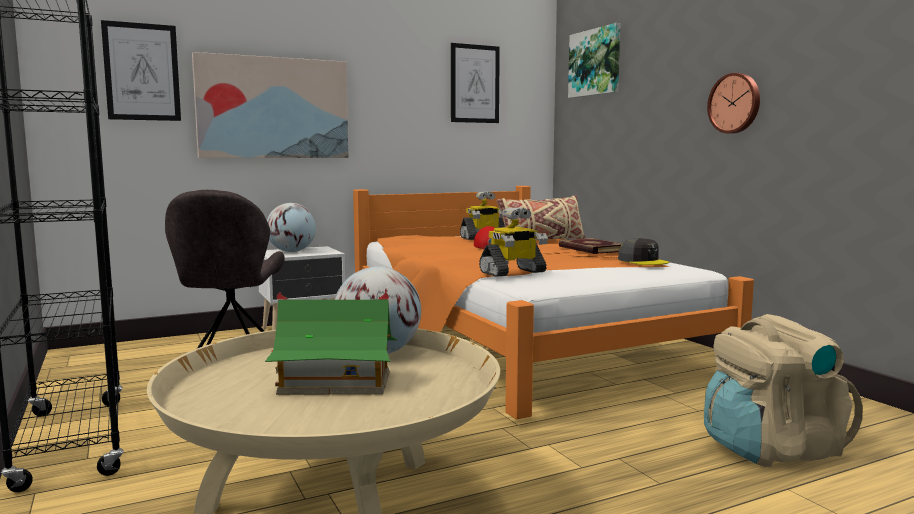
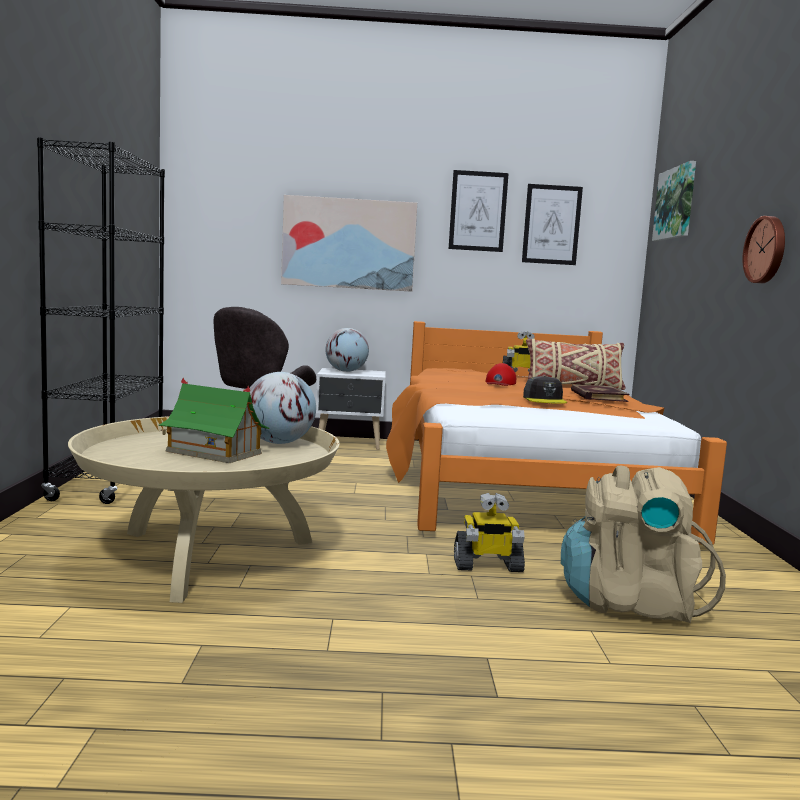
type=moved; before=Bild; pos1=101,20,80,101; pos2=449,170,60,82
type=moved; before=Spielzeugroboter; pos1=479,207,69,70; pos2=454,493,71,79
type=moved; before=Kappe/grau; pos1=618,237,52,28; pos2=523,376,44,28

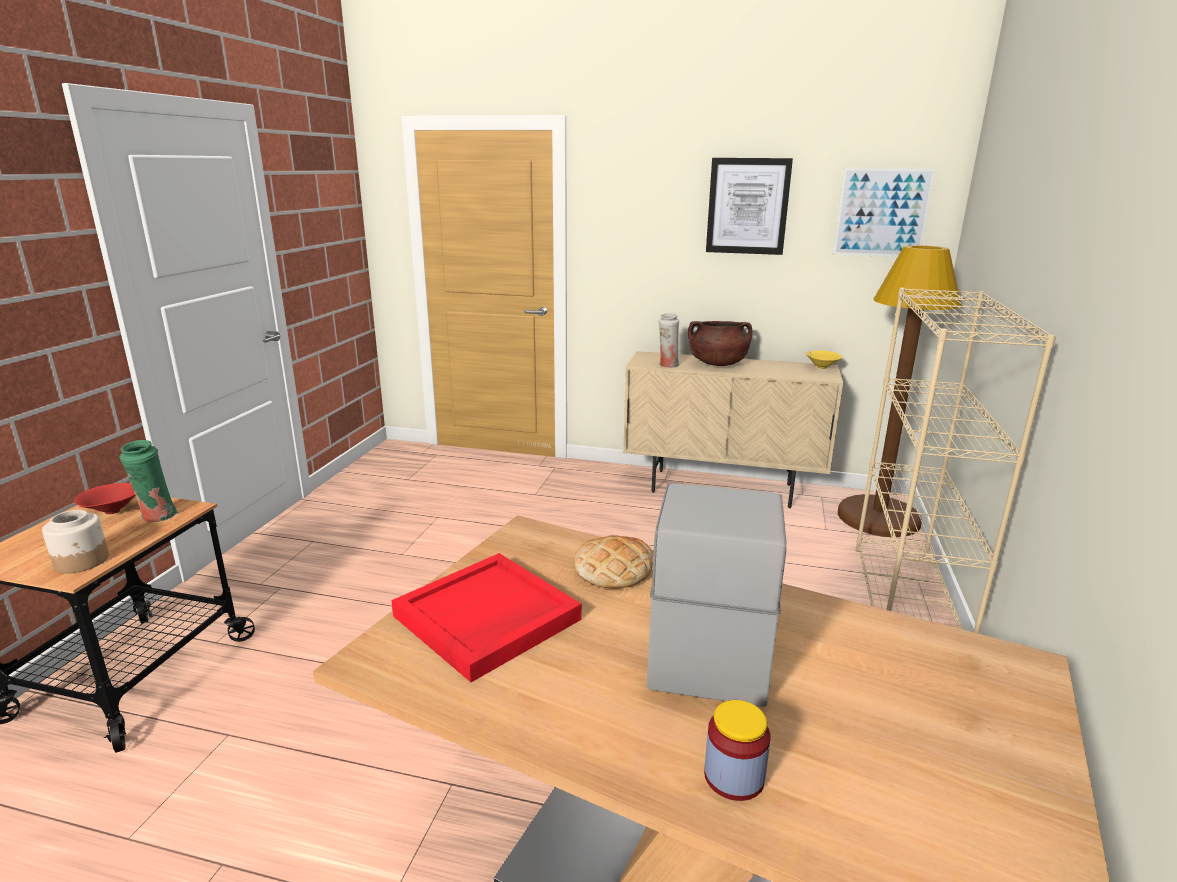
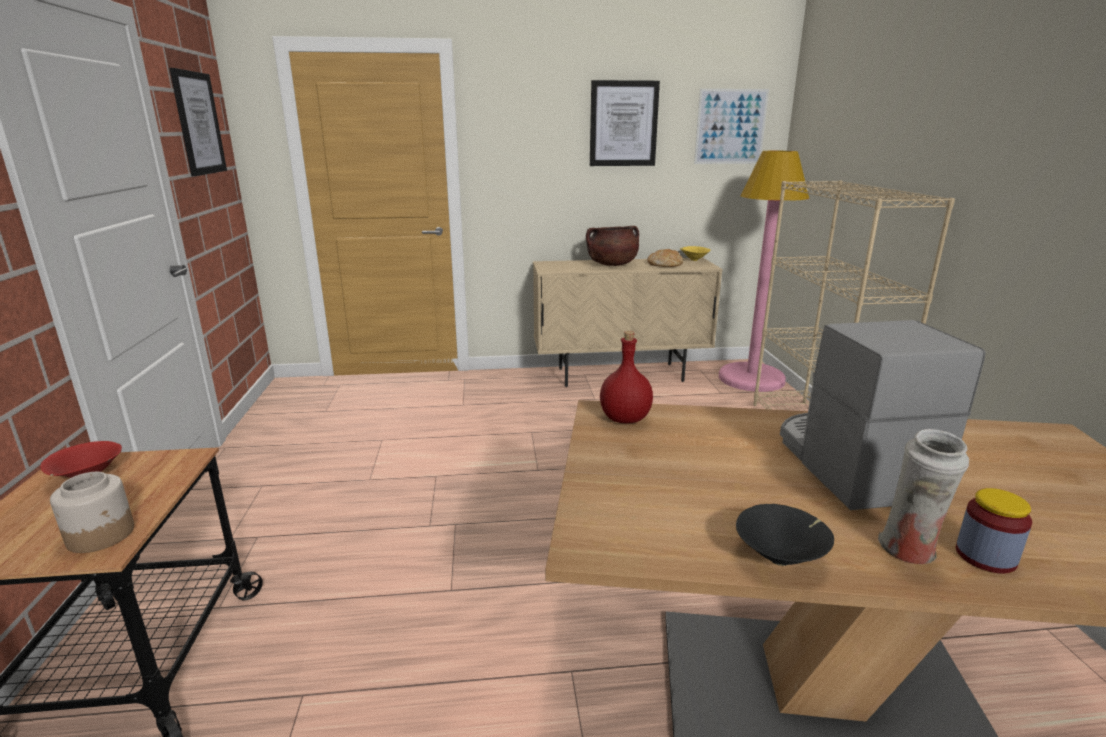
type=removed; before=Vase/grün; pos1=120,440,58,82
type=removed; before=Tablett/rot; pos1=391,553,191,129
type=added; after=Bild; pos2=169,68,58,108
type=added; after=Flasche/rot; pos2=600,331,53,92
type=added; after=Schüssel/schwarz; pos2=736,504,98,62
type=moved; before=Brot; pos1=573,535,80,54; pos2=647,249,36,18
type=moved; before=Vase/weiß; pos1=659,313,21,55; pos2=878,429,91,135
type=recoloured; before=Stehlampe/braun; after=Stehlampe/rosa; pos1=838,245,123,292; pos2=719,151,90,241

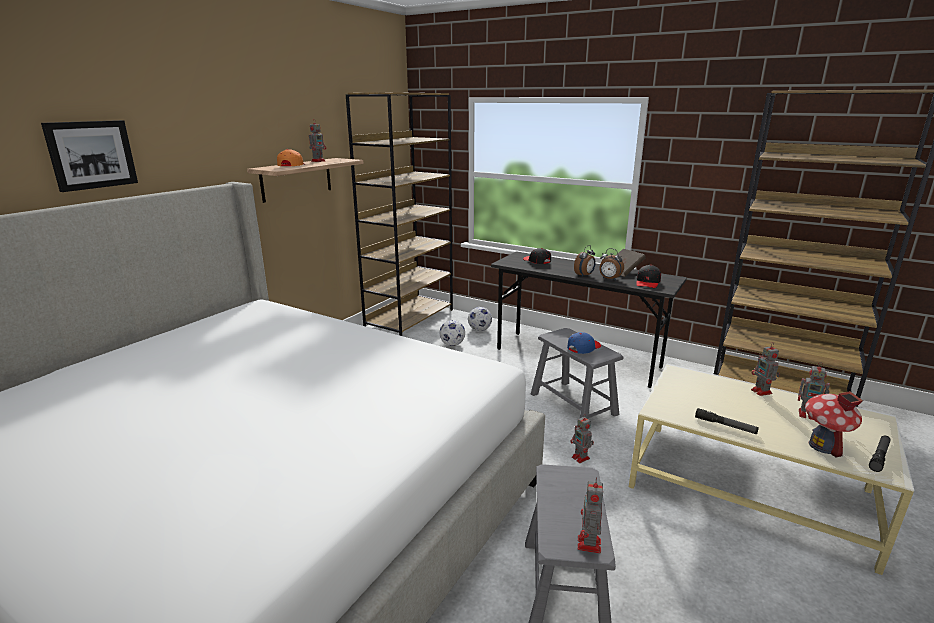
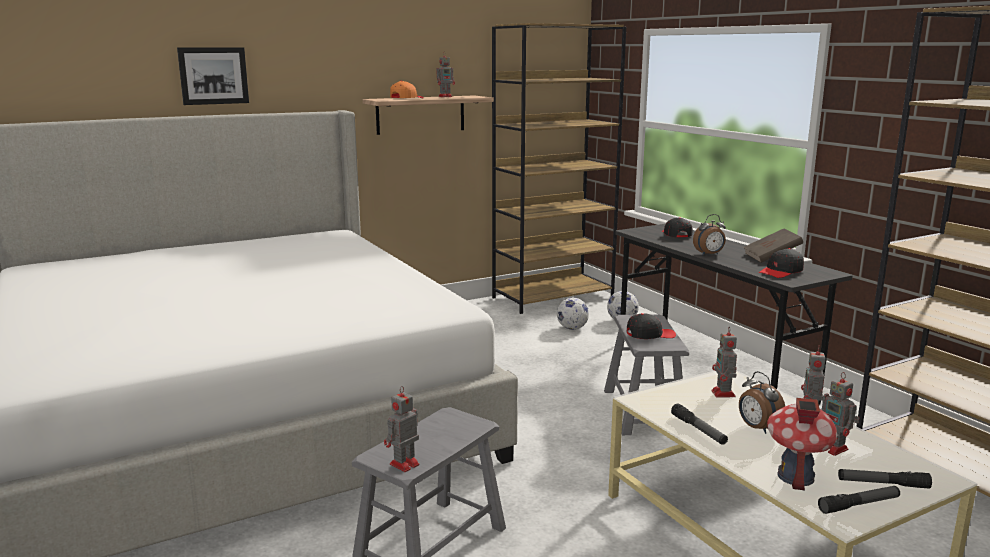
type=added; after=Taschenlampe; pos2=838,469,94,20
type=moved; before=Spielzeugroboter; pos1=570,414,24,49; pos2=711,326,26,72
type=moved; before=Wecker; pos1=599,248,25,33; pos2=739,371,46,63
type=recoloured; before=Kappe/blau; after=Kappe/schwarz; pos1=567,332,34,22; pos2=626,313,50,26

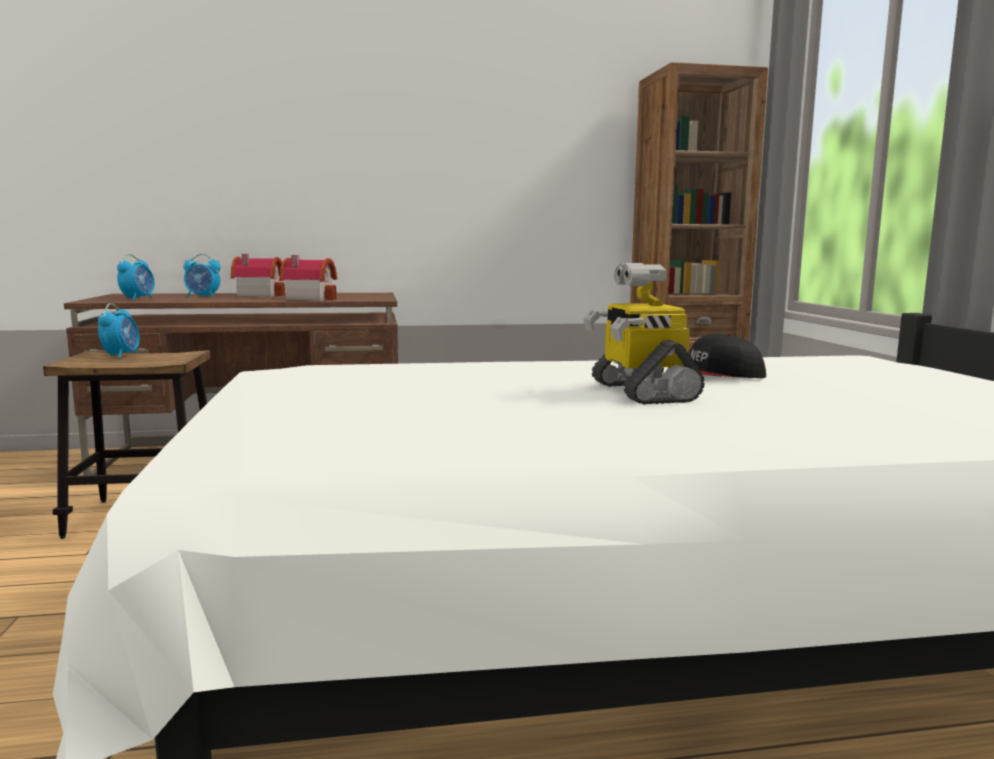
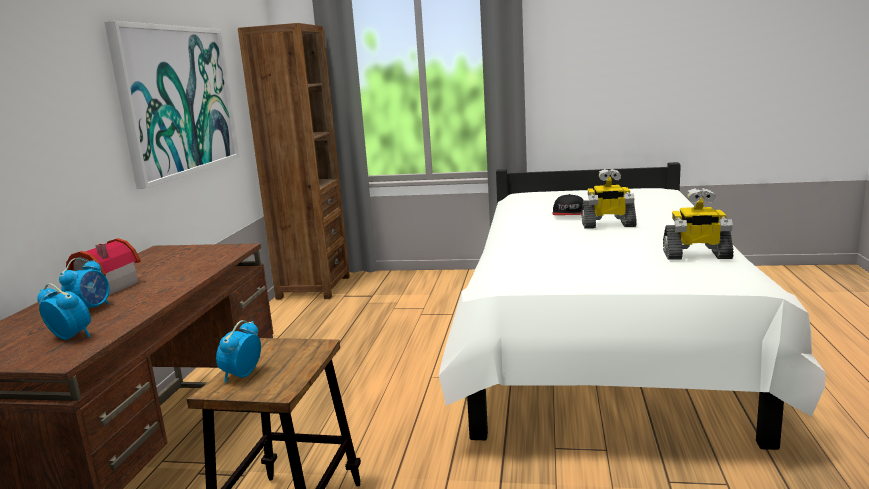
type=removed; before=Spielzeughaus; pos1=279,255,58,46
type=added; after=Bild; pos2=104,21,135,168
type=added; after=Spielzeugroboter; pos2=663,188,71,72
type=turned; before=Wecker; pos1=98,303,42,56; pos2=216,320,45,63; turn=-90

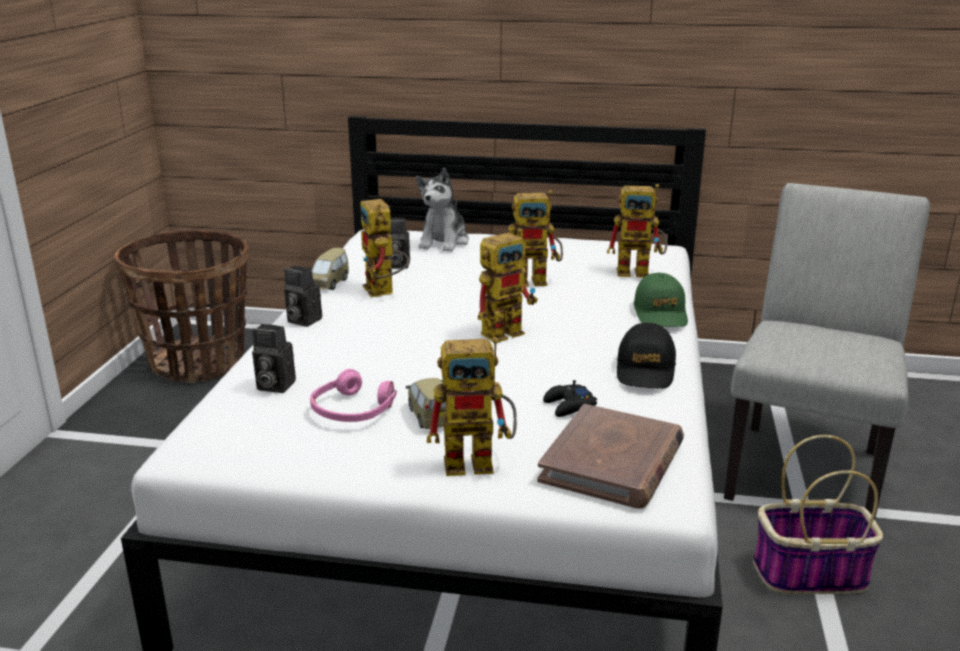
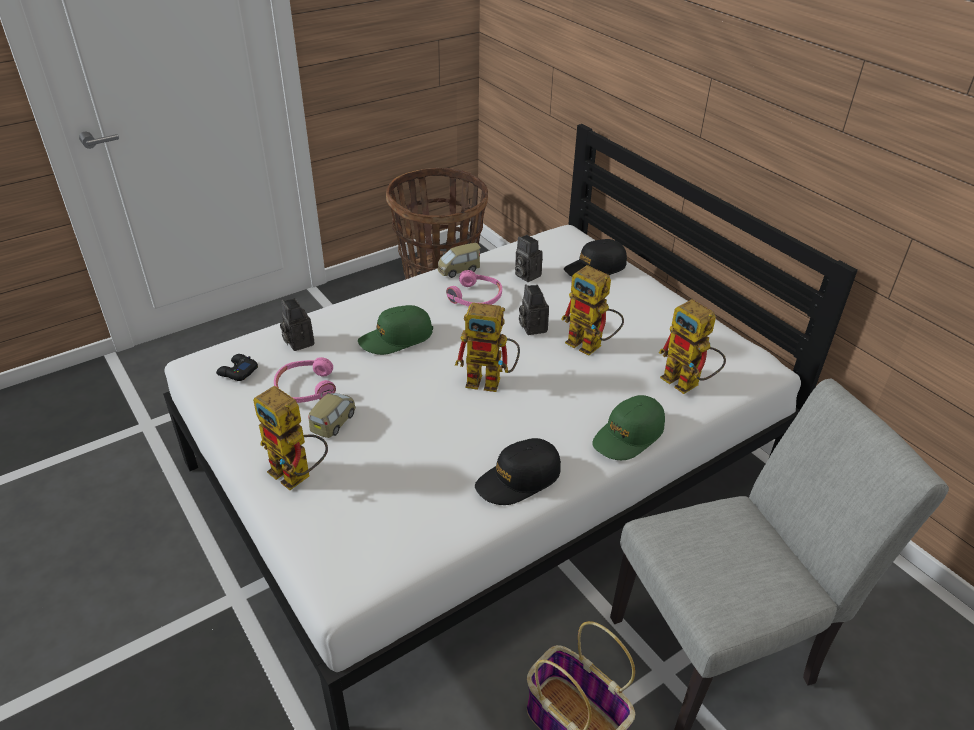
type=removed; before=Buch/braun; pos1=537,404,147,105
type=added; after=Kappe/grün; pos2=358,305,75,50
type=moved; before=Kamera; pos1=284,266,38,61; pos2=519,284,30,51
type=moved; before=Gamepad/schwarz; pos1=543,380,54,37; pos2=216,354,42,27
type=replaced; before=Spielzeugroboter; after=Kopfhörer/rosa; pos1=360,199,49,98; pos2=446,270,56,36
type=replaced; before=Plüschtier; after=Kappe/schwarz; pos1=416,168,53,84; pos2=564,239,63,38

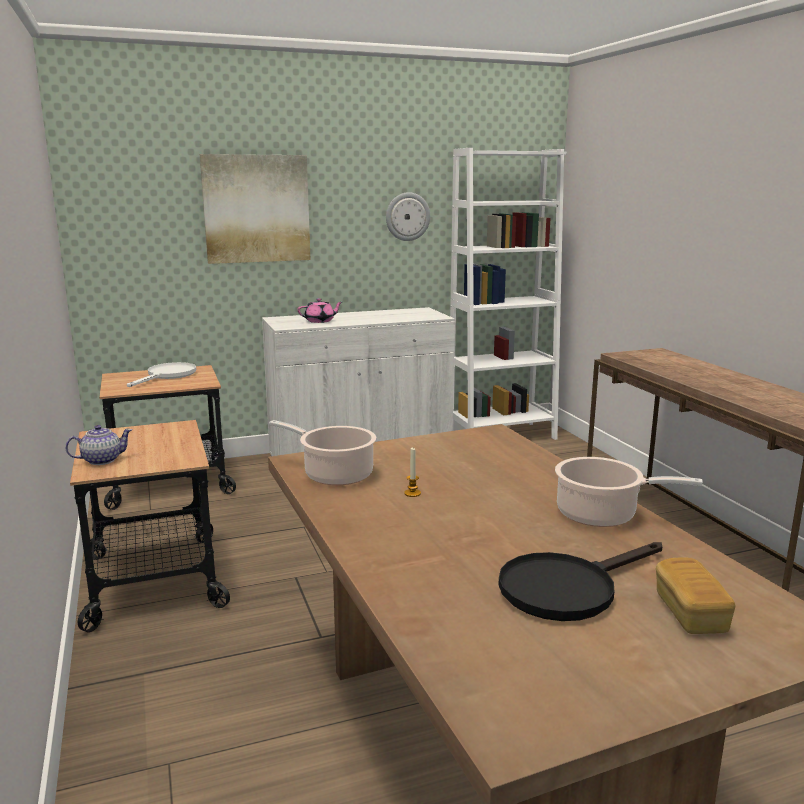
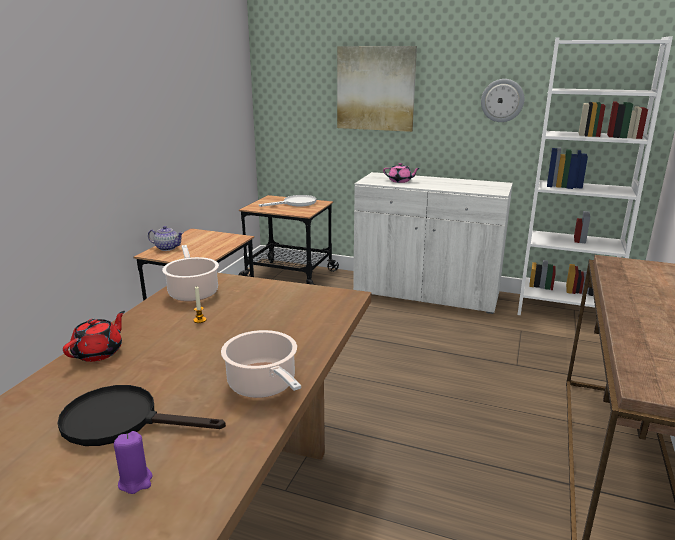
type=added; after=Teekanne/rot; pos2=63,311,62,51
type=replaced; before=Brot; after=Kerze/lila; pos1=656,557,79,77; pos2=114,431,38,63

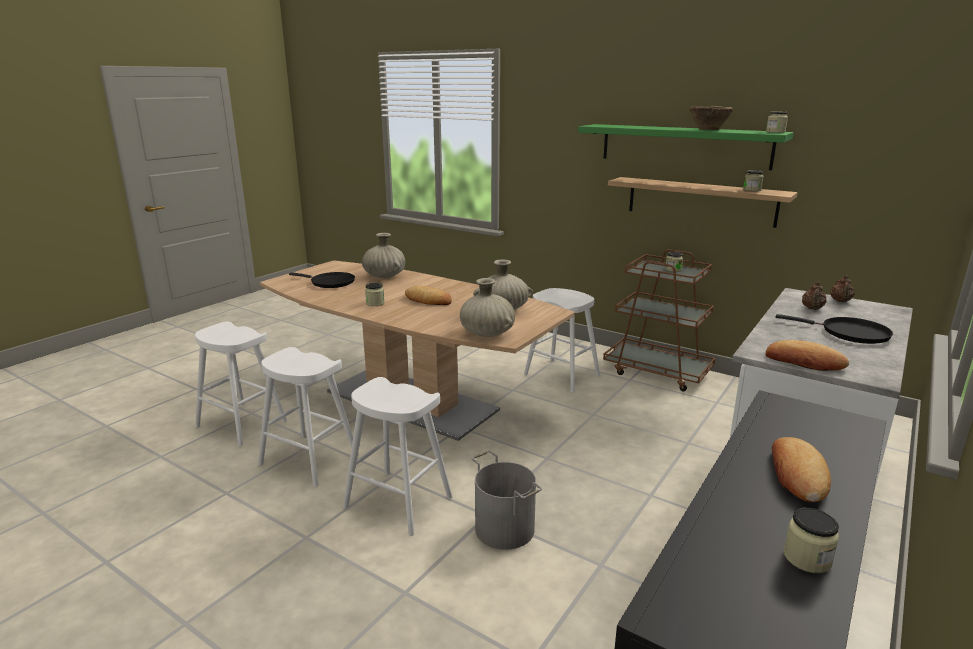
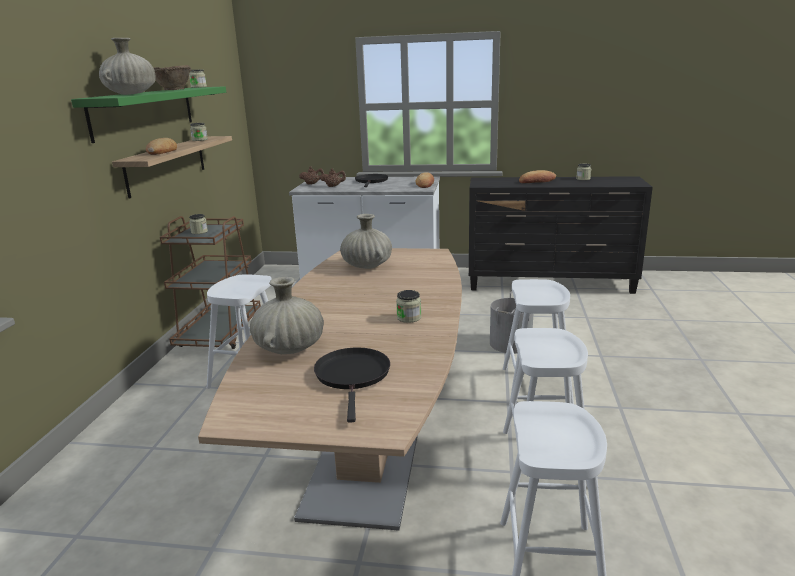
type=moved; before=Brot; pos1=405,286,46,19; pos2=146,138,31,17
type=moved; before=Vase/beige; pos1=460,278,55,59; pos2=99,38,57,57

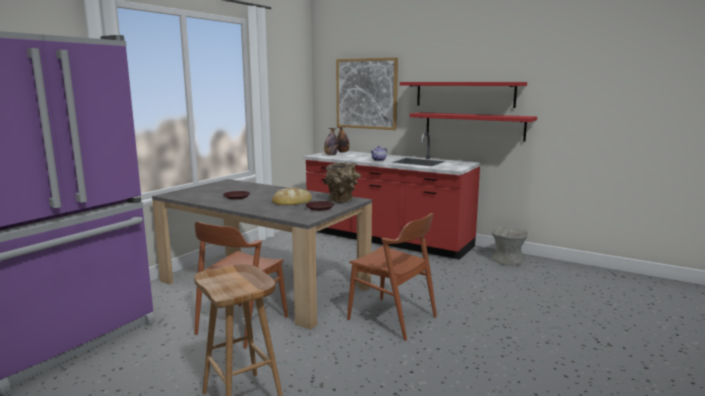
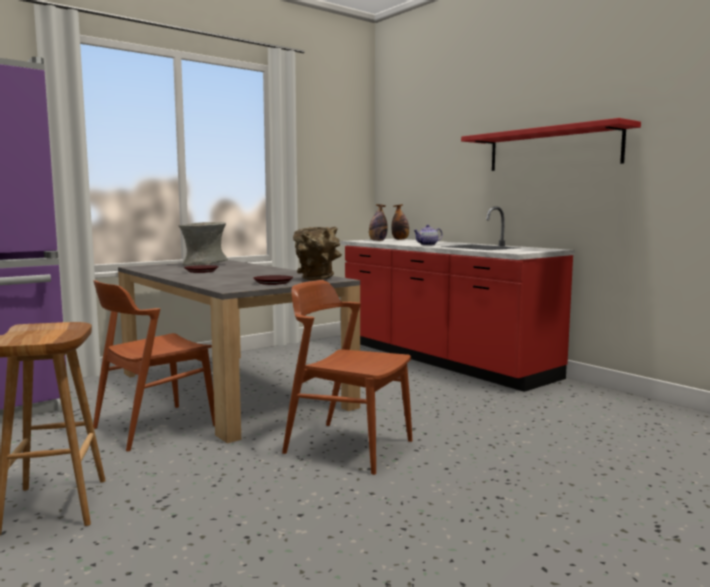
type=removed; before=Brot; pos1=272,187,40,18
type=removed; before=Bild; pos1=336,57,62,73
type=removed; before=Wandregal/rot; pos1=409,112,128,30
type=moved; before=Vase/grau; pos1=492,226,37,40; pos2=178,222,50,44
type=turned; before=Stuhl/braun; pos1=347,213,90,128; pos2=282,280,131,195; turn=150

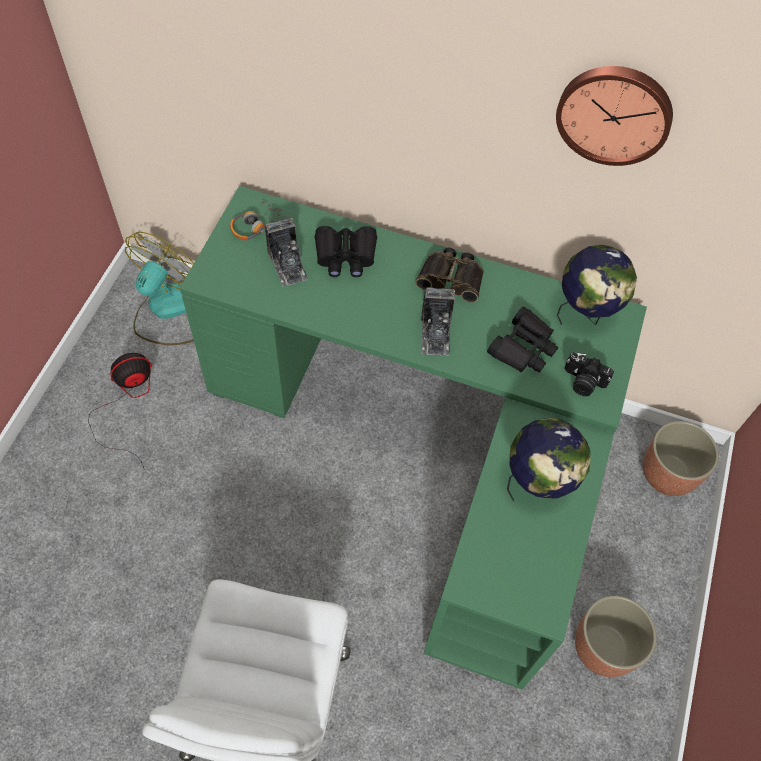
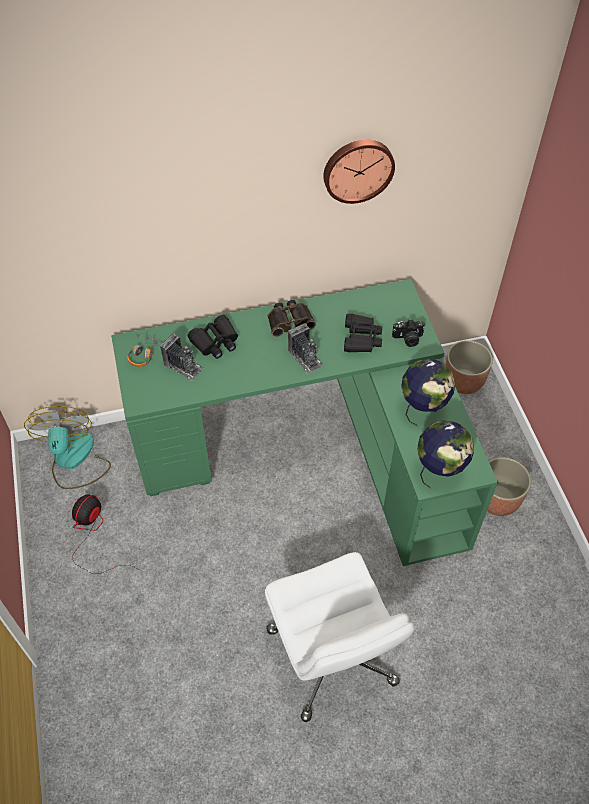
type=moved; before=Globus; pos1=557,245,80,80; pos2=418,421,56,68

